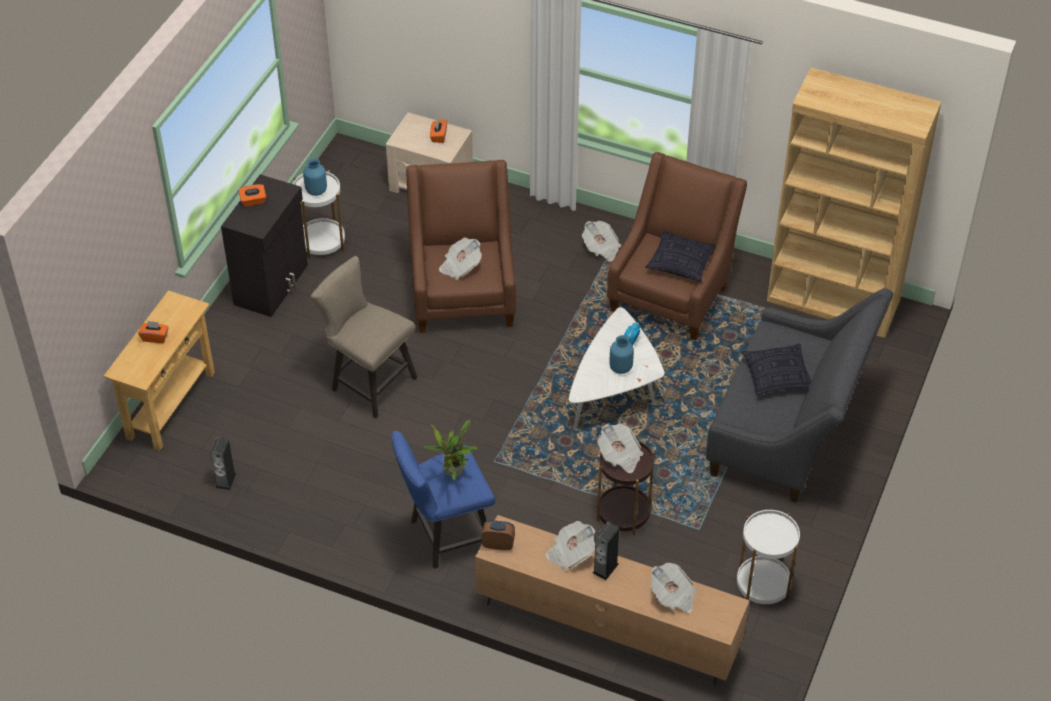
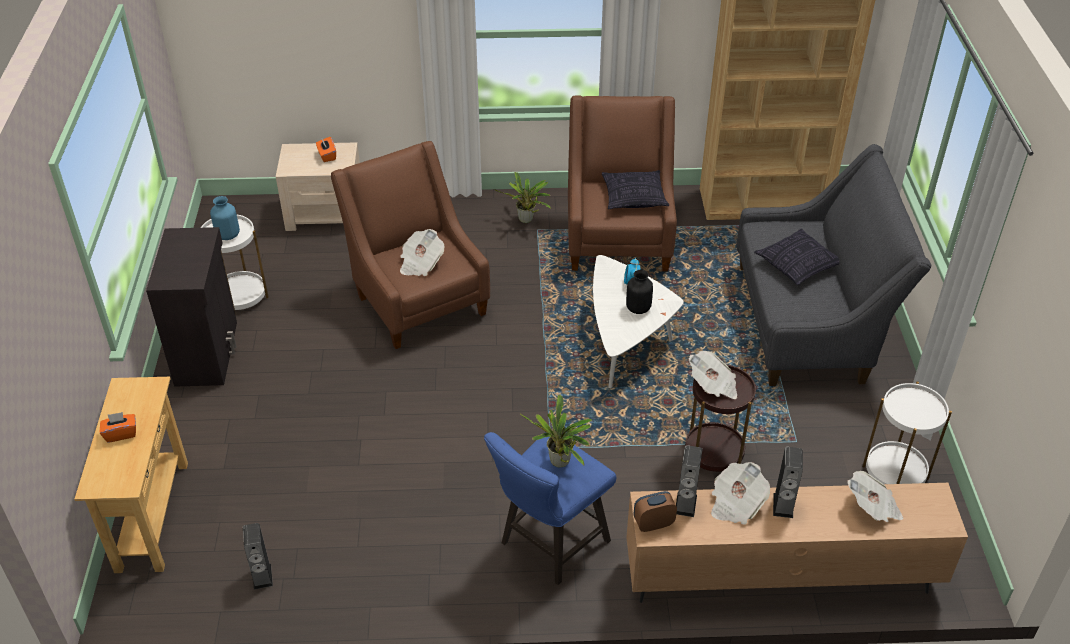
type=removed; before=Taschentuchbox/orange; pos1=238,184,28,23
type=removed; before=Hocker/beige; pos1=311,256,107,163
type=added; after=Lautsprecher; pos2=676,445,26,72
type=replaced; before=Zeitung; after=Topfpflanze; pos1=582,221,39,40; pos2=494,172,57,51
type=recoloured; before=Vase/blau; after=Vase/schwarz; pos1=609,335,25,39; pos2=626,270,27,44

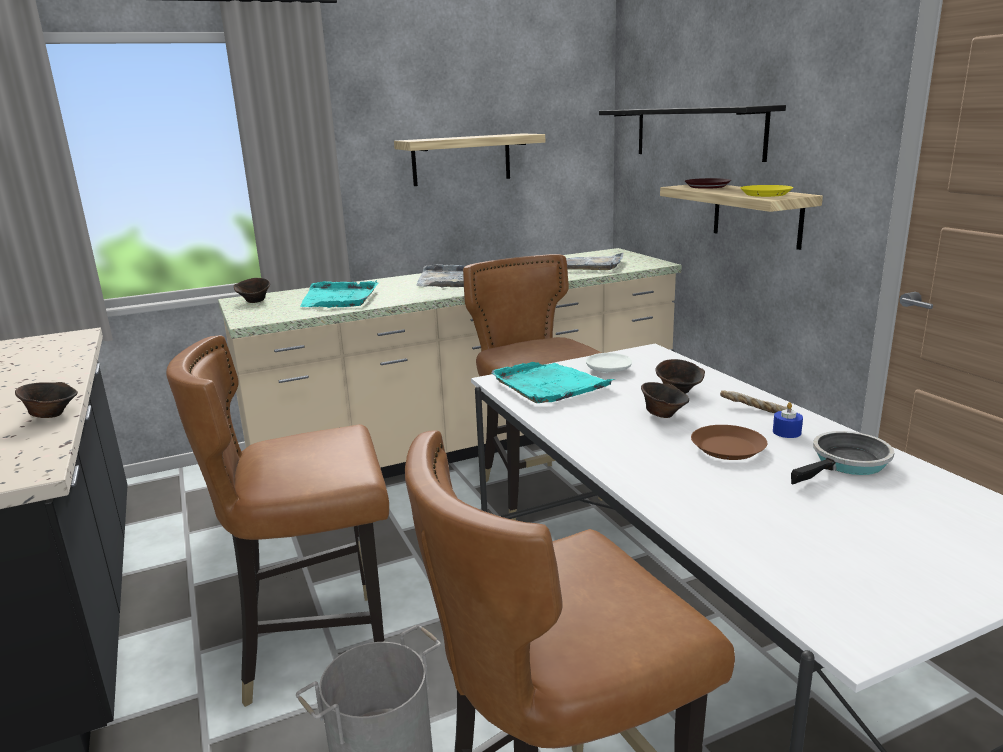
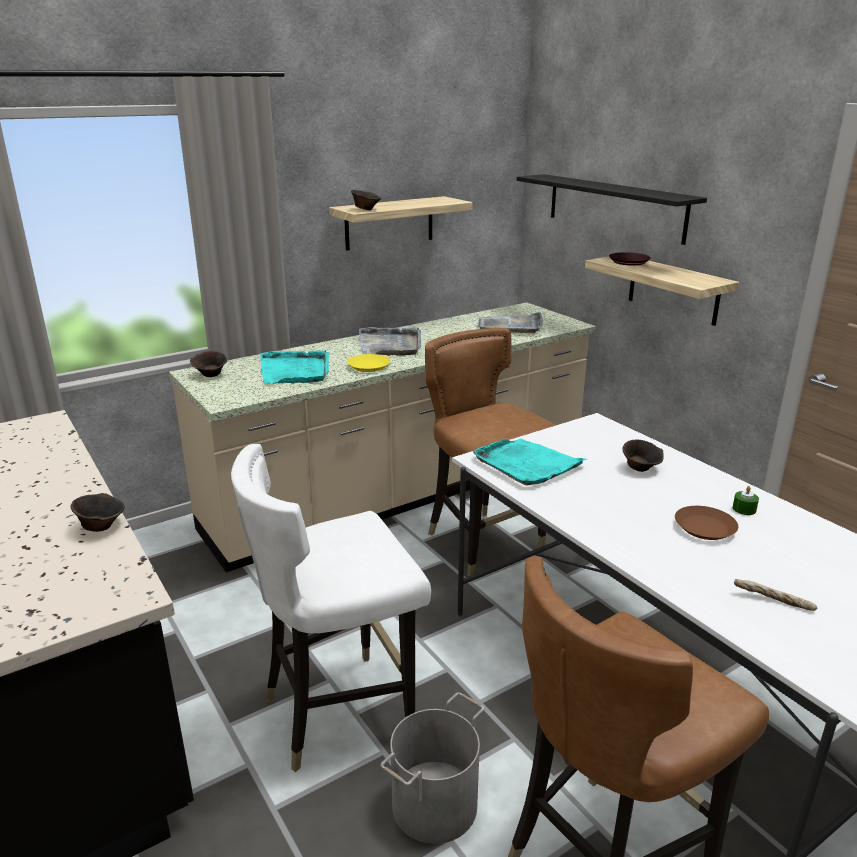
type=removed; before=Teller/weiß; pos1=586,353,46,20
type=removed; before=Pfanne; pos1=791,431,103,53
type=moved; before=Schüssel/braun; pos1=641,382,48,36; pos2=351,190,30,20
type=moved; before=Brot; pos1=720,390,72,23; pos2=734,579,83,32
type=moved; before=Teller/gelb; pos1=740,185,53,12; pos2=347,354,43,18
type=recoloured; before=Stuhl/braun; after=Stuhl/weiß; pos1=166,335,223,372; pos2=231,444,200,328
type=recoloured; before=Kerze/blau; after=Kerze/grün; pos1=773,402,30,36; pos2=733,486,26,29

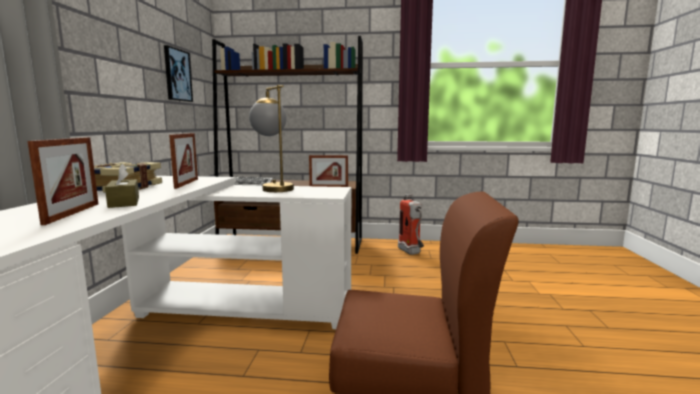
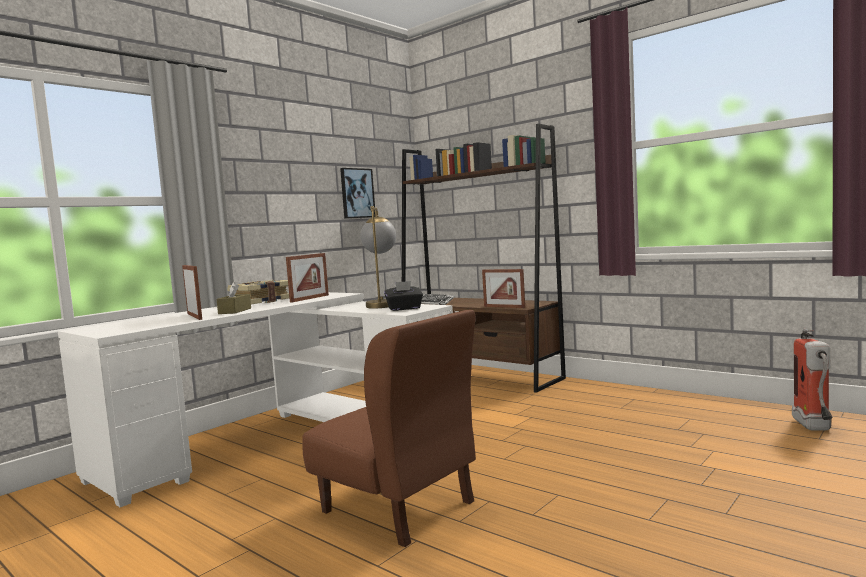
type=added; after=Taschentuchbox/schwarz; pos2=384,281,39,30
type=moved; before=Feuerlöscher; pos1=398,194,26,61; pos2=792,328,40,103
type=turned; before=Bilderrahmen; pos1=28,137,70,88; pos2=182,265,20,55; turn=-60

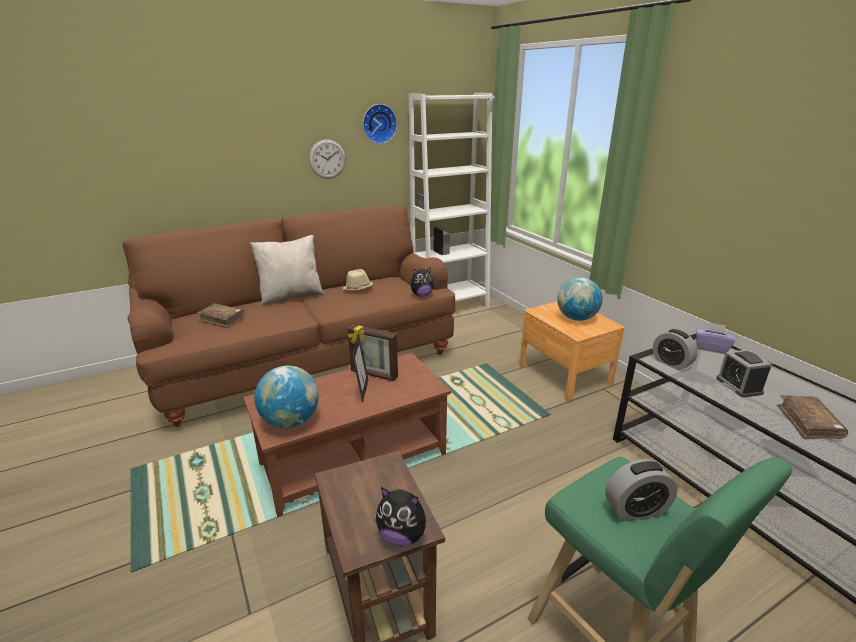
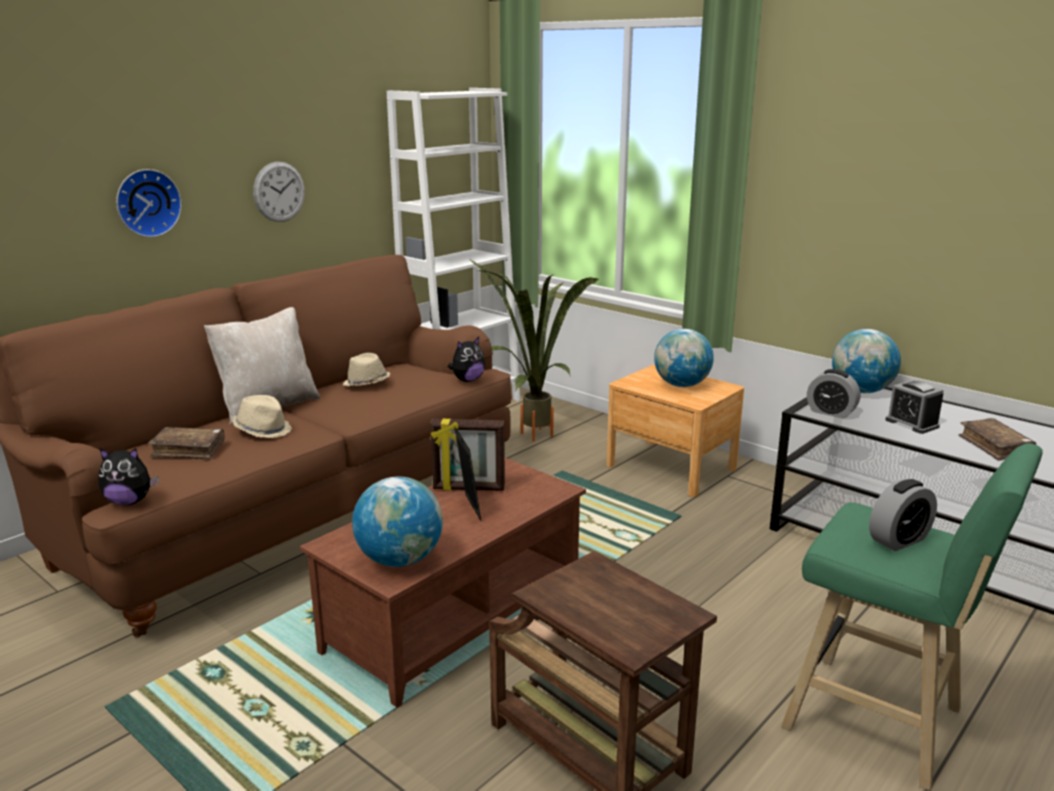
type=added; after=Hut/beige; pos2=232,395,60,43
type=added; after=Topfpflanze; pos2=469,259,131,183
type=moved; before=Wanduhr; pos1=363,104,34,40; pos2=116,169,66,68
type=moved; before=Plüschtier; pos1=376,487,58,59; pos2=98,448,61,57
type=replaced; before=Taschentuchbox/lila; after=Globus; pos1=696,322,39,32; pos2=832,329,69,64

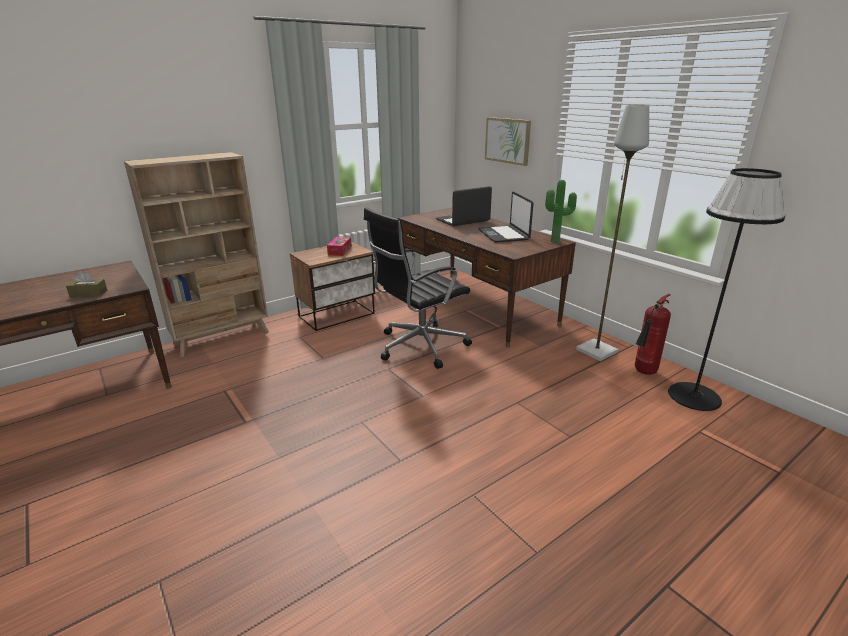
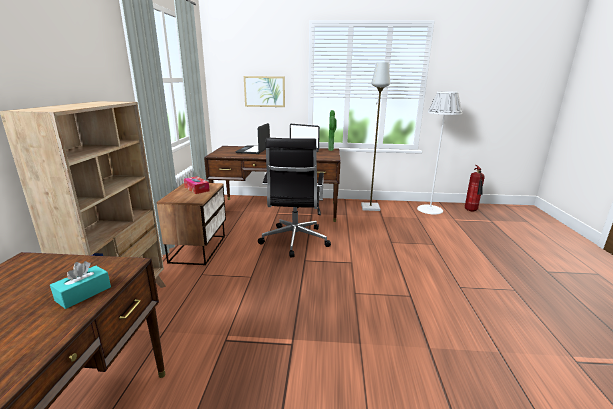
type=moved; before=Feuerlöscher; pos1=635,294,36,81; pos2=465,165,20,46
type=recoloured; before=Taschentuchbox/braun; after=Taschentuchbox/türkis; pos1=66,271,41,27; pos2=50,261,61,48
type=recoloured; before=Stehlampe/schwarz; after=Stehlampe/weiß; pos1=668,168,117,243; pos2=417,91,45,123

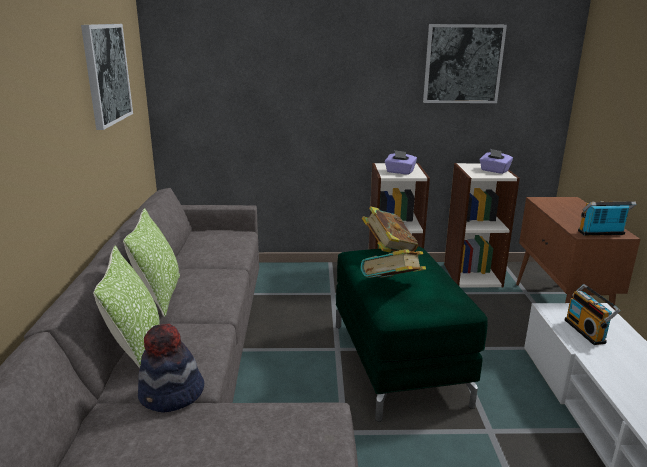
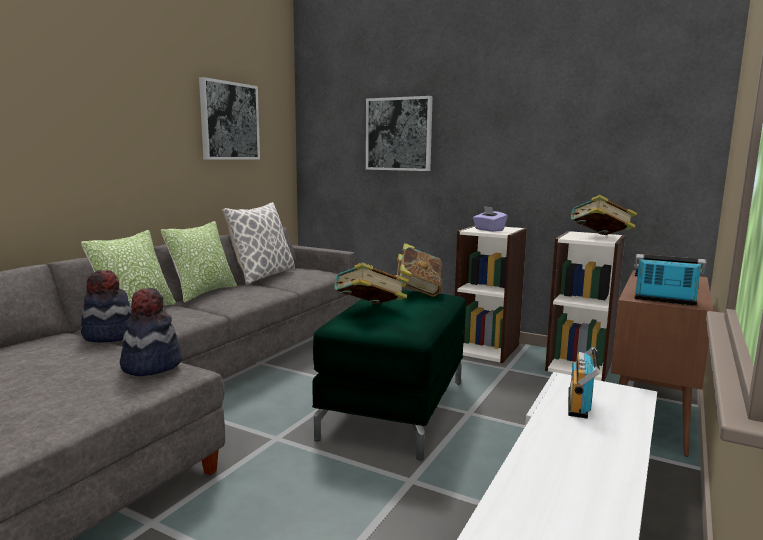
type=added; after=Hut; pos2=120,288,62,88
type=added; after=Kissen; pos2=222,202,73,83
type=moved; before=Bild; pos1=423,24,84,79; pos2=366,96,67,75
type=replaced; before=Taschentuchbox/lila; after=Buch; pos1=479,149,34,25; pos2=570,195,67,40

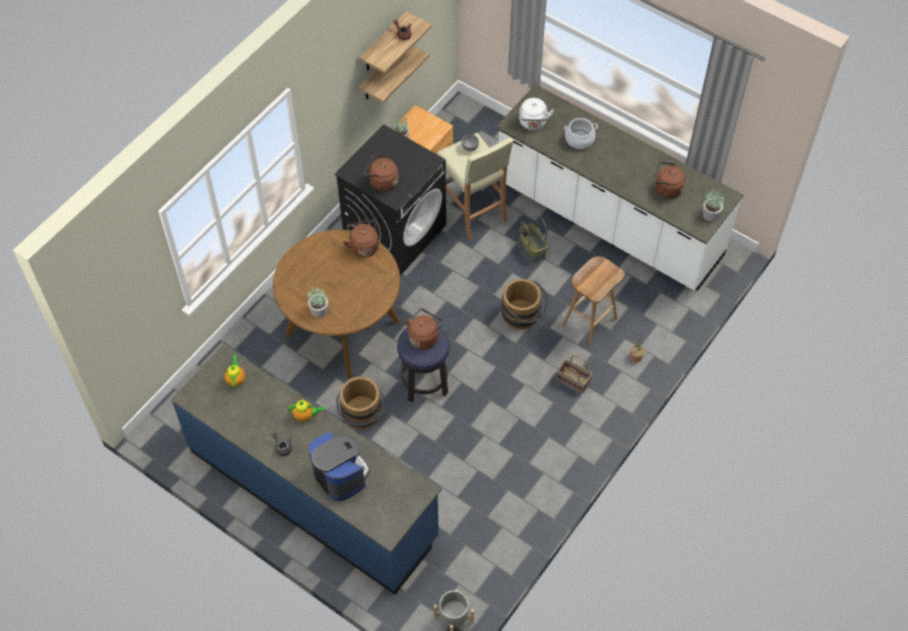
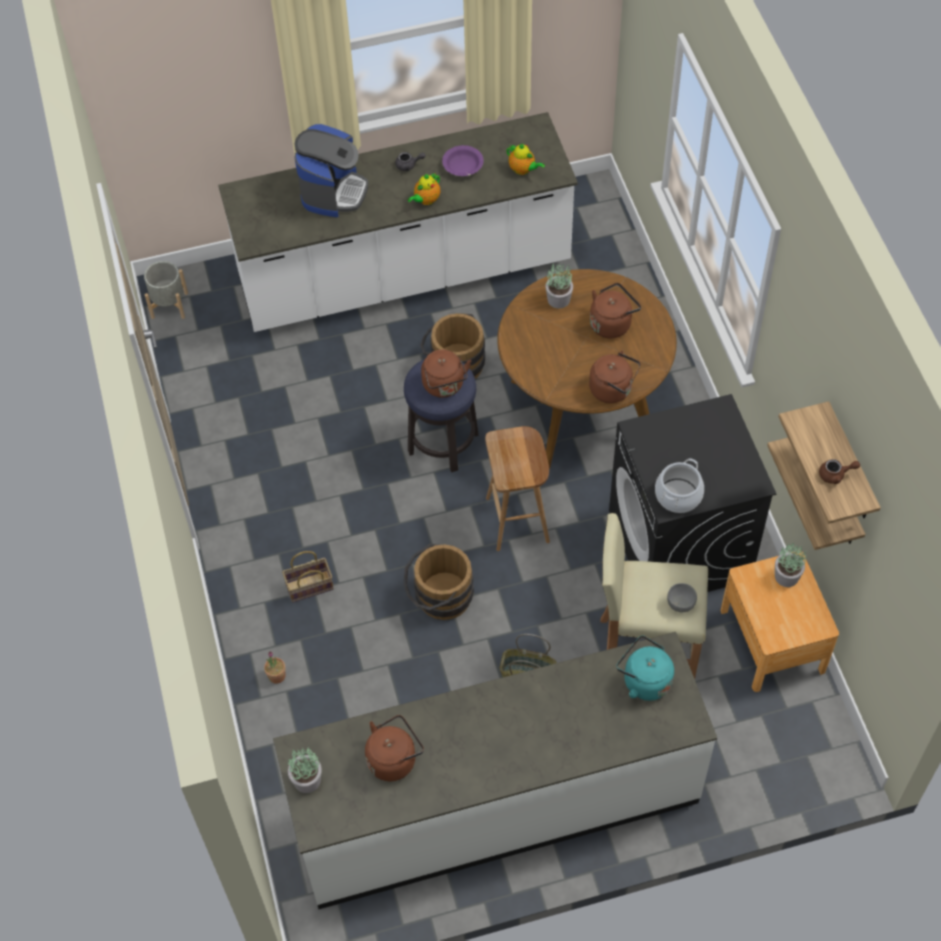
type=added; after=Schüssel/lila; pos2=442,145,42,31
type=moved; before=Wasserkessel/braun; pos1=364,154,35,37; pos2=590,283,51,55
type=moved; before=Hocker/braun; pos1=562,256,63,90; pos2=485,426,65,125
type=moved; before=Kochtopf; pos1=565,118,33,31; pos2=655,458,49,55
type=recoloured; before=Küchenzeile/blau; after=Küchenzeile/weiß; pos1=171,345,270,250; pos2=218,112,360,220
type=recoloured; before=Wasserkessel/weiß; after=Wasserkessel/türkis; pos1=519,98,35,32; pos2=616,635,58,66
type=turned; before=Kaffeemaschine; pos1=308,431,63,70; pos2=295,124,73,93; turn=-75

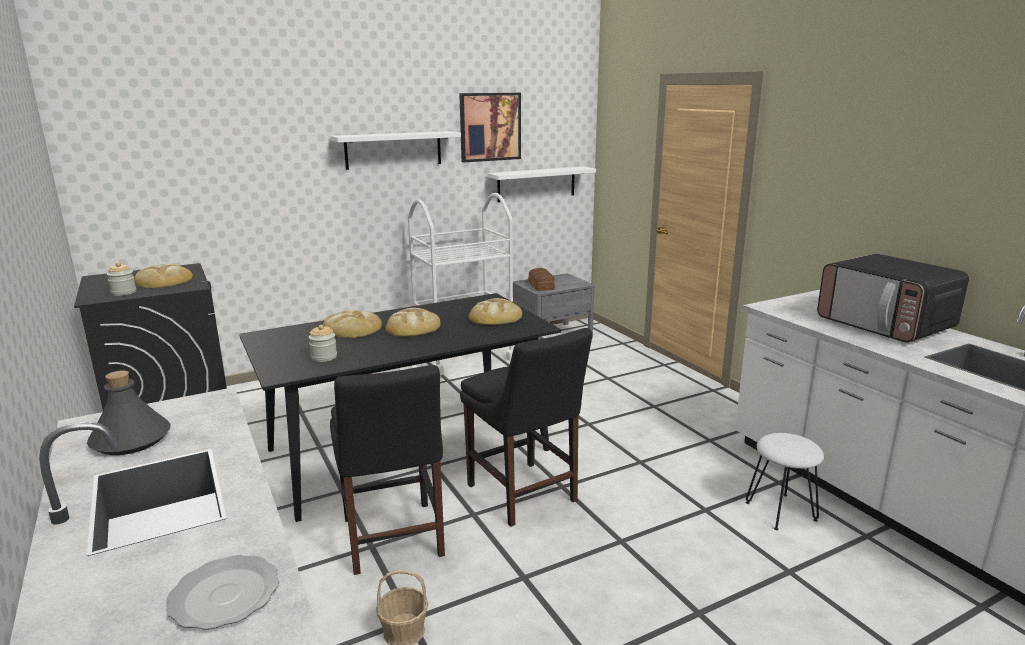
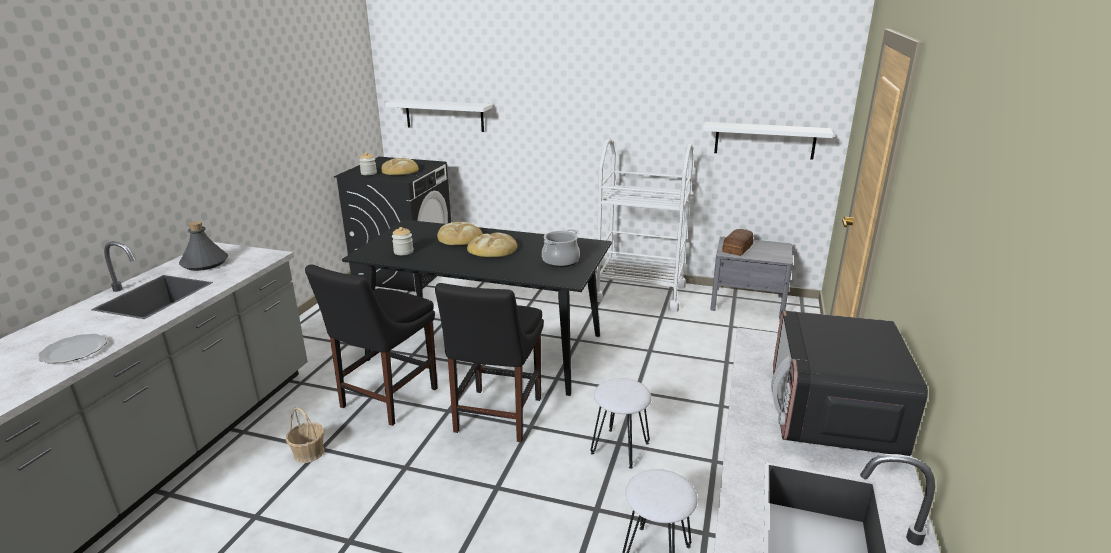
type=removed; before=Bild; pos1=459,93,62,70
type=added; after=Hocker/weiß; pos2=590,378,62,91
type=moved; before=Wandregal/weiß; pos1=330,131,131,39; pos2=385,99,108,33
type=replaced; before=Brot; after=Kochtopf; pos1=469,298,53,27; pos2=542,229,38,38

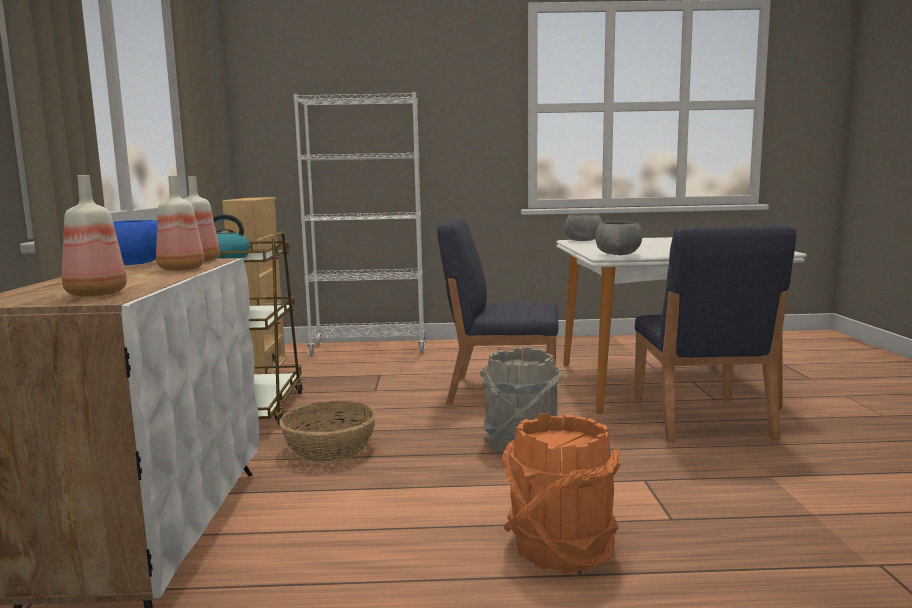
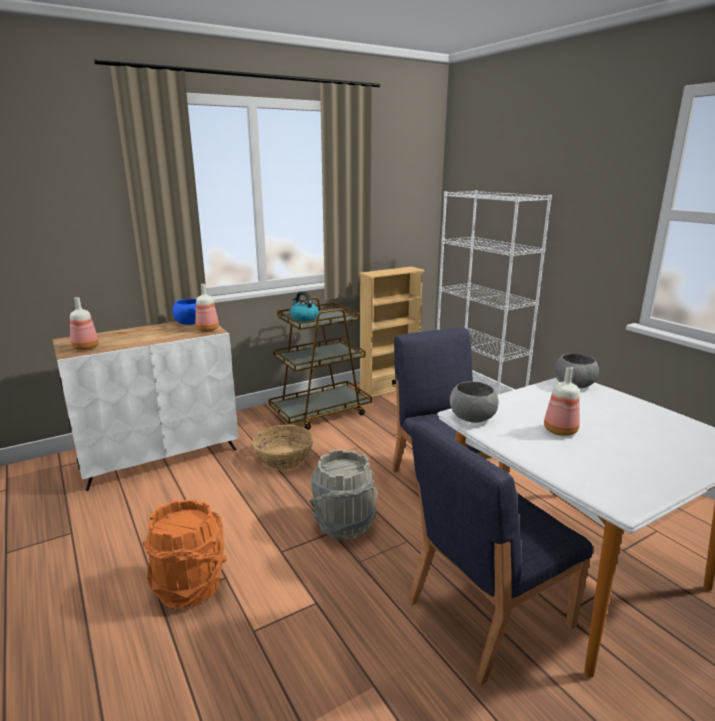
type=moved; before=Flasche; pos1=156,176,49,95; pos2=544,367,36,69

